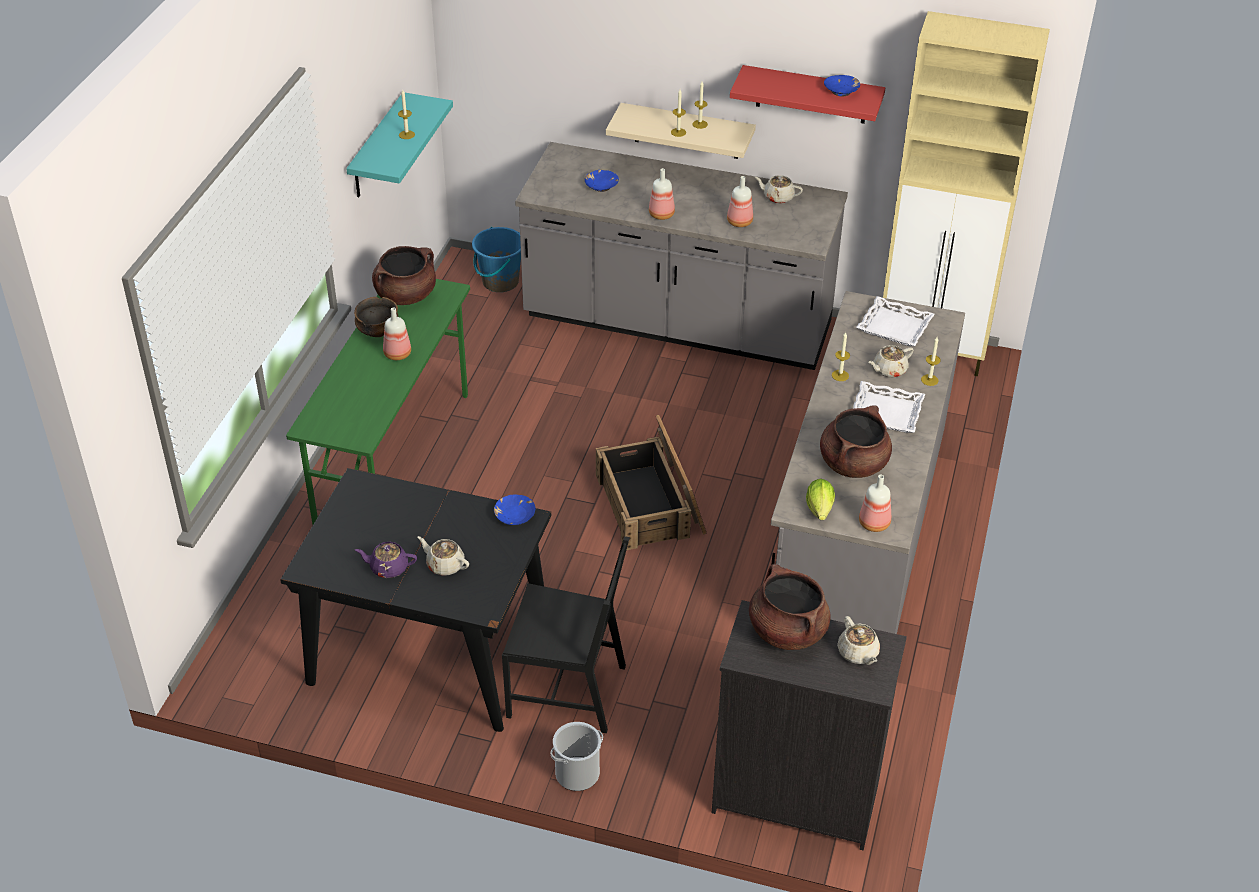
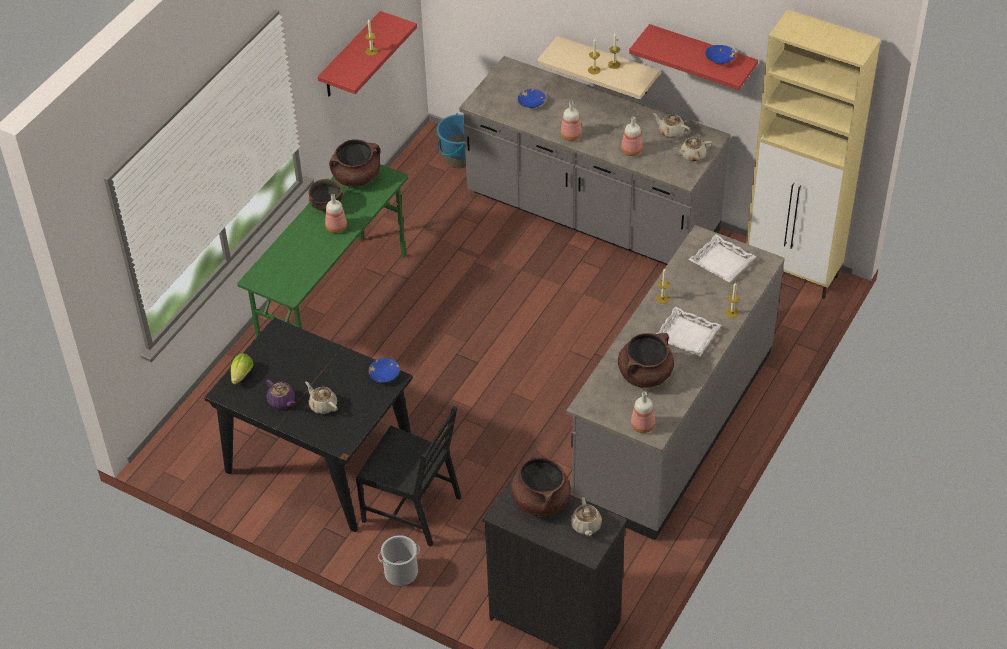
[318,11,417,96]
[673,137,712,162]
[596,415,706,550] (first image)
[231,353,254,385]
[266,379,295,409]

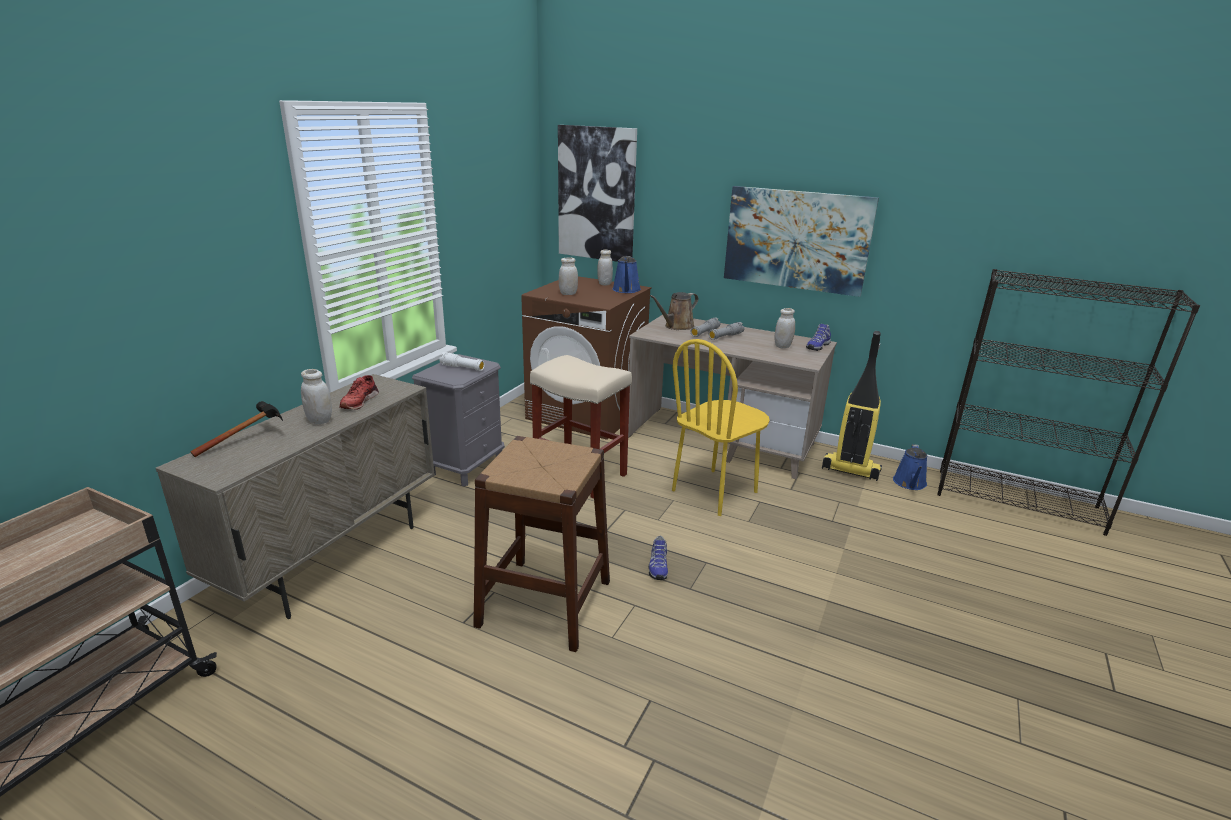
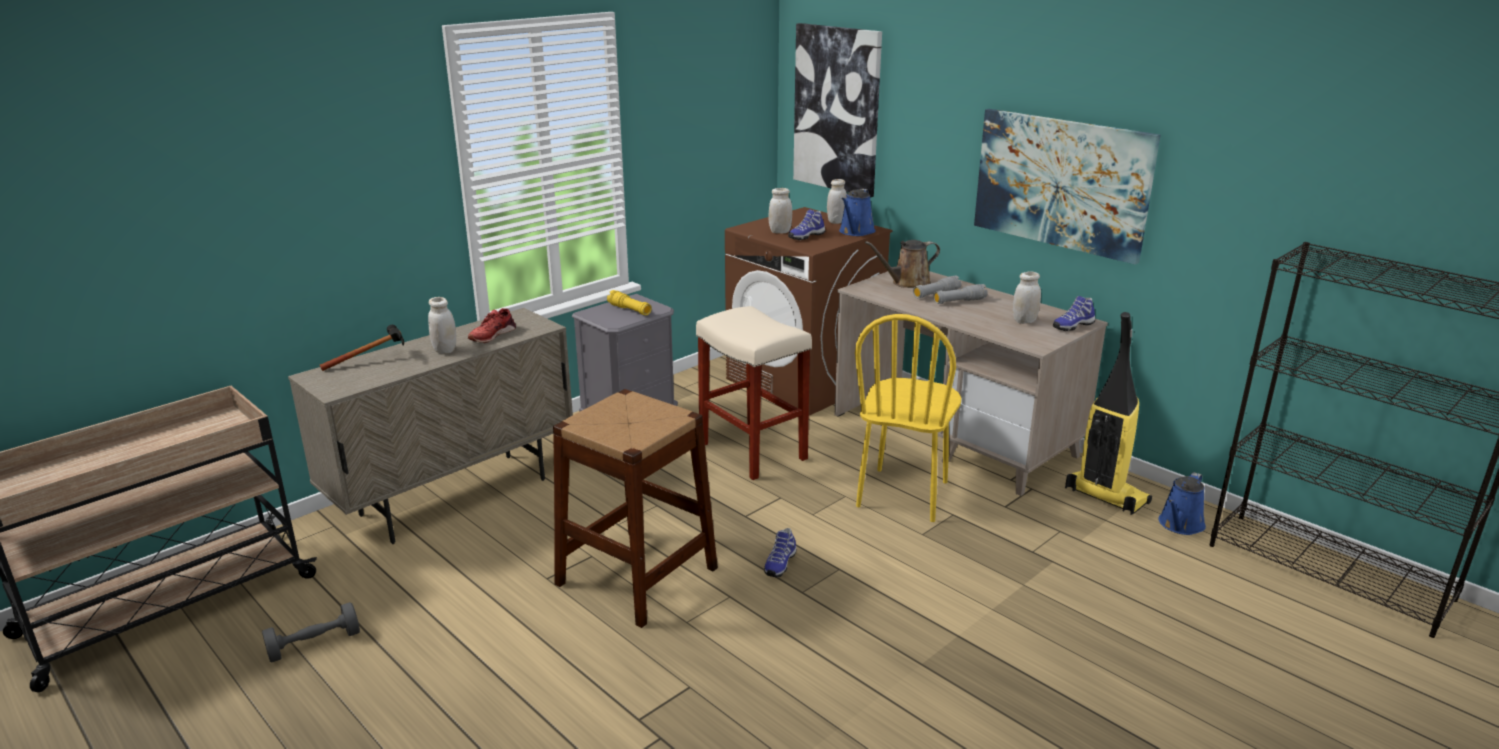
[855,314,961,522]
[607,290,652,315]
[788,209,825,240]
[262,602,360,662]

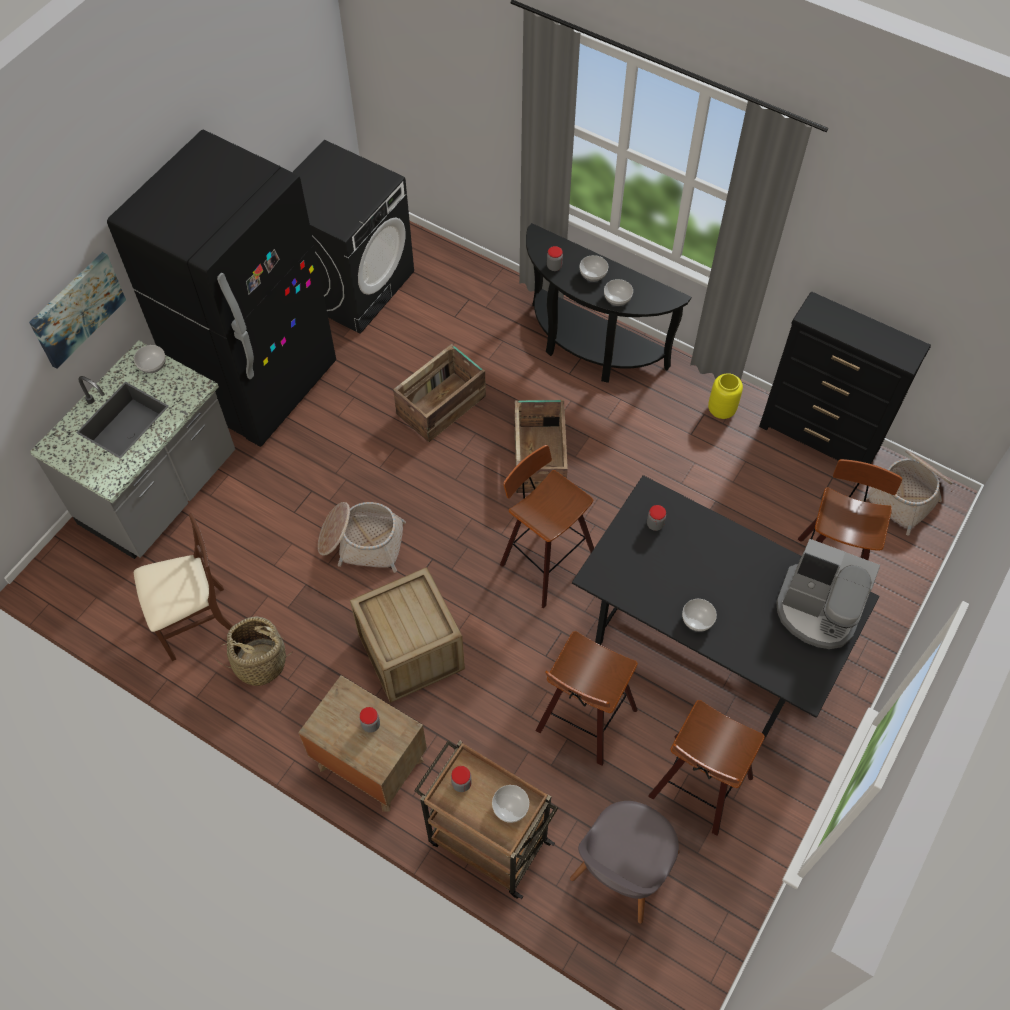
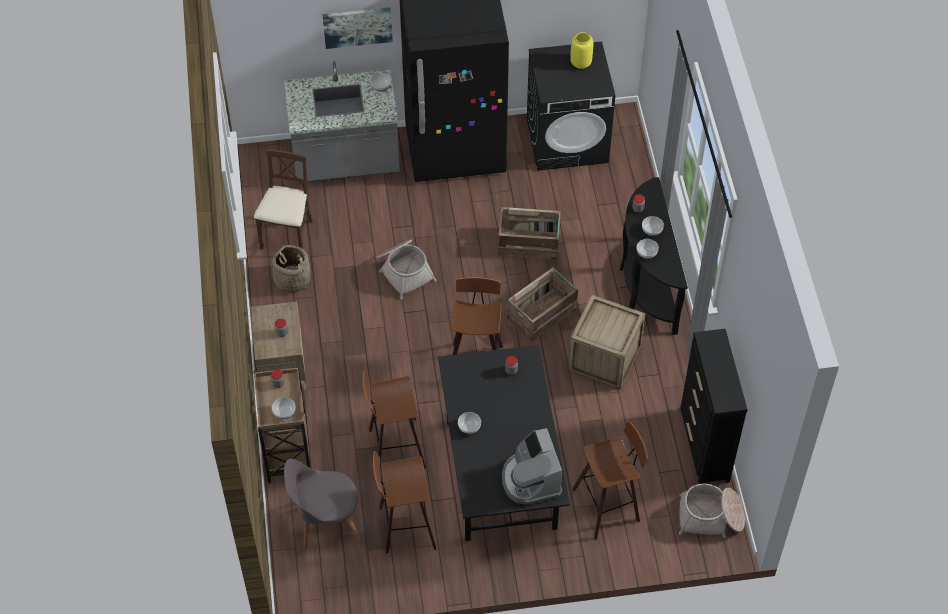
[570,32,593,69]
[254,149,313,249]
[568,295,646,389]

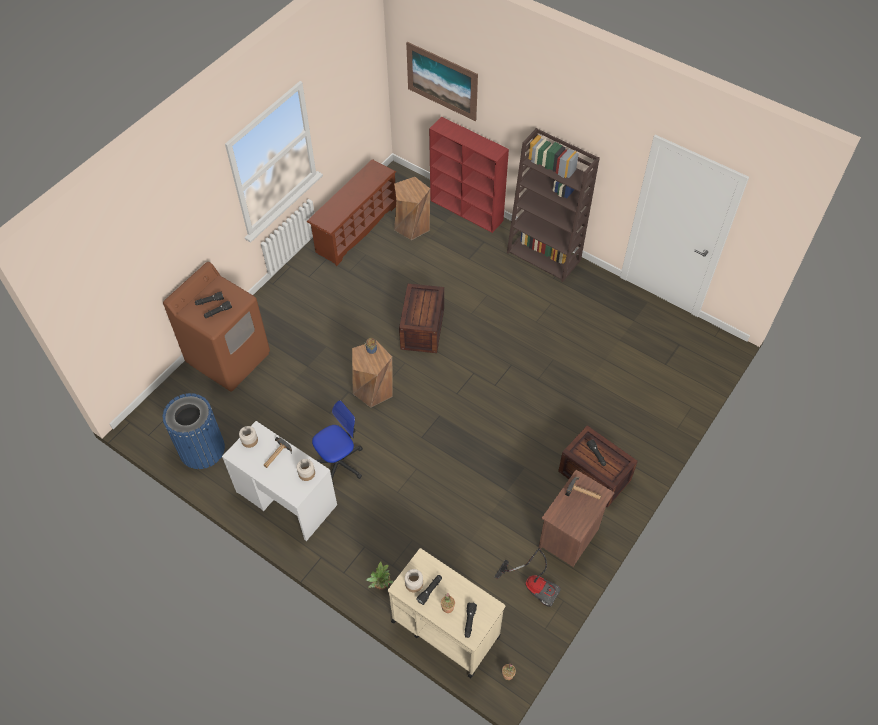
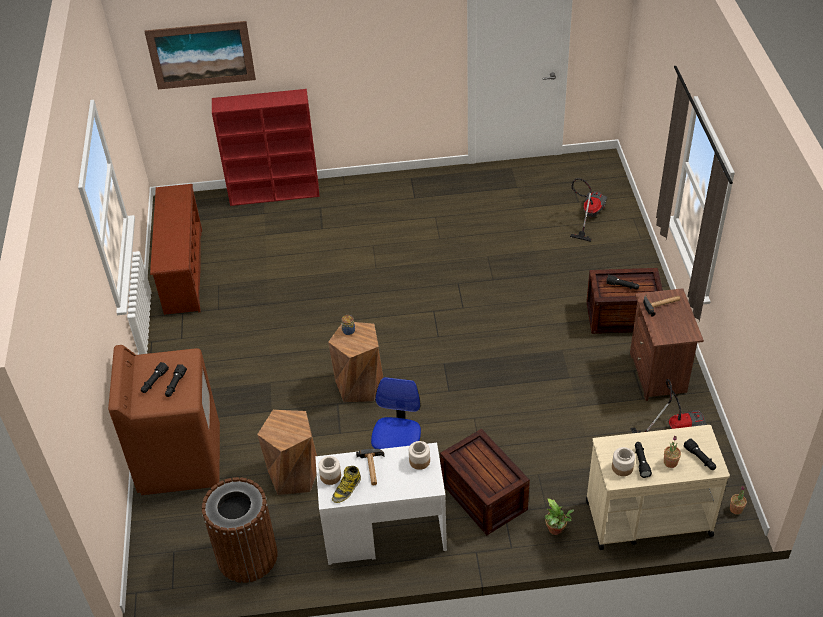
[507,128,600,282] (first image)
[257,410,317,495]
[440,429,530,535]
[202,477,278,583]
[570,178,608,242]
[332,466,361,503]

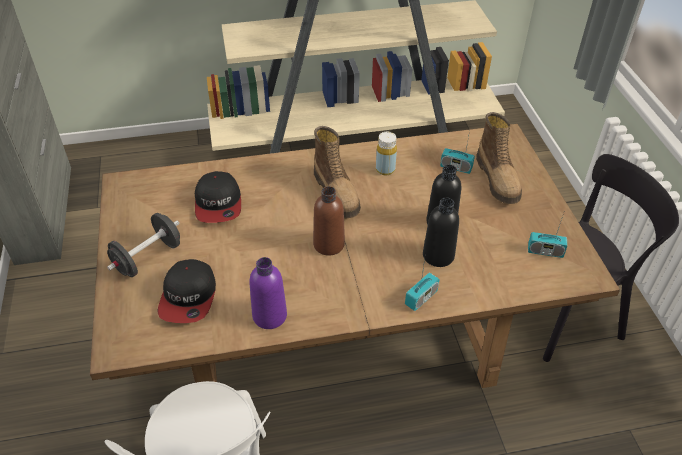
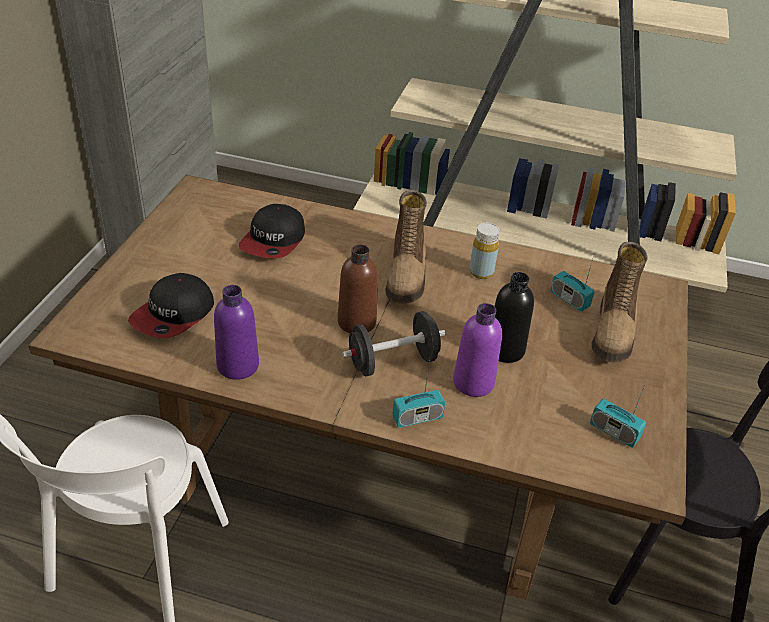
[453,303,502,397]
[342,311,446,376]

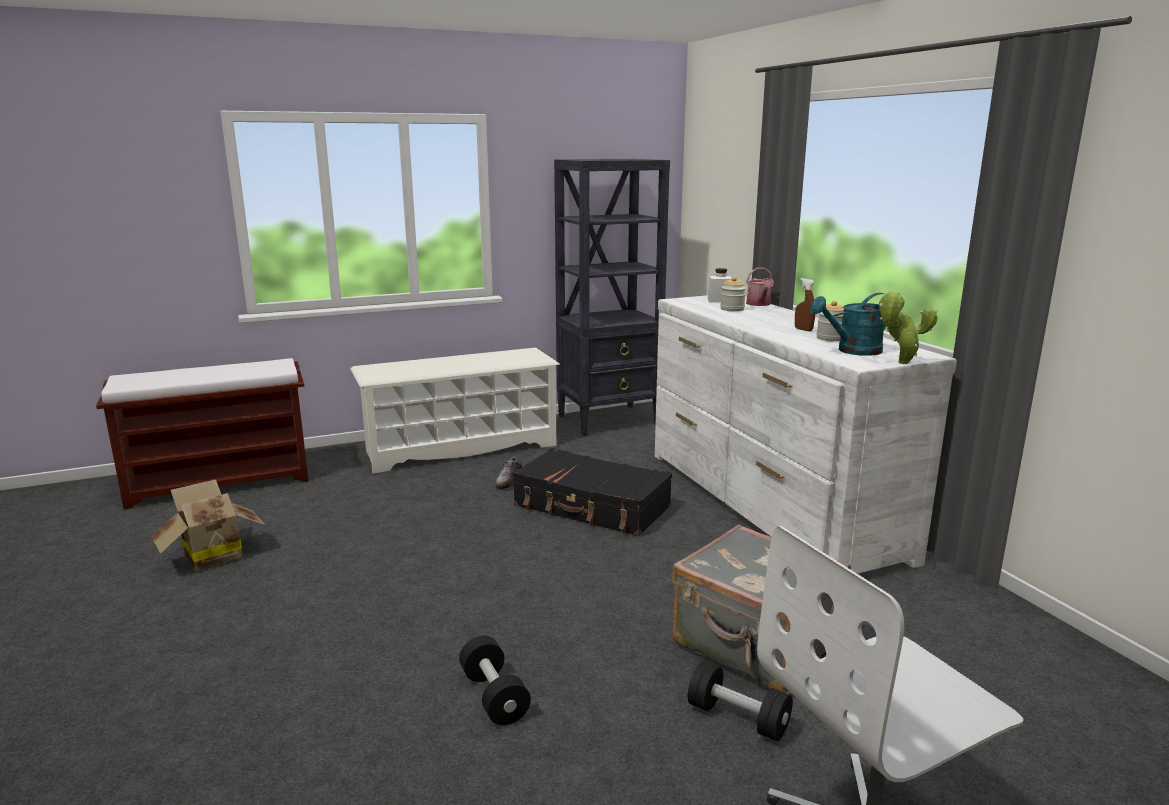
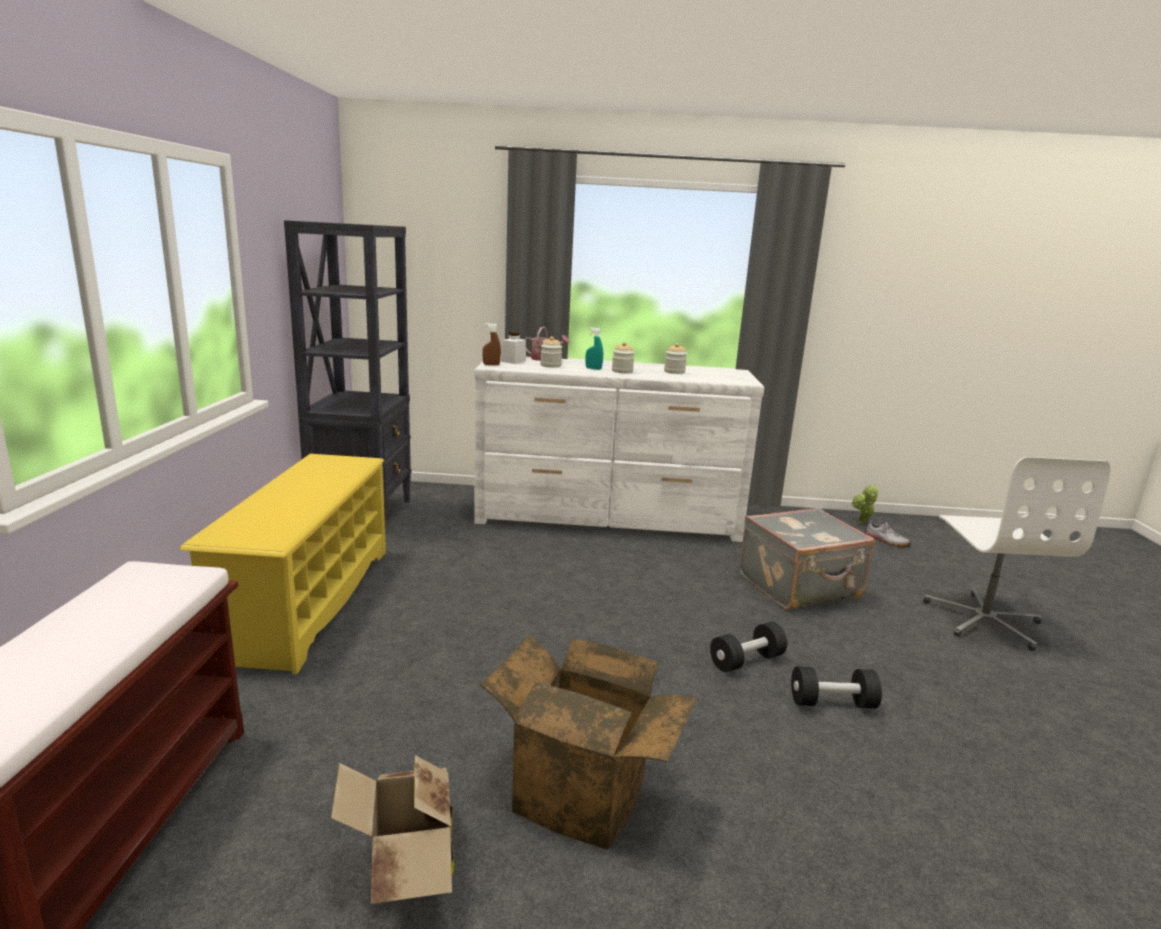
[482,323,501,365]
[852,485,879,523]
[810,293,886,356] (first image)
[180,454,386,675]
[513,448,672,536] (first image)
[865,520,911,548]
[710,622,787,672]
[585,327,603,370]
[612,342,635,373]
[480,634,697,849]

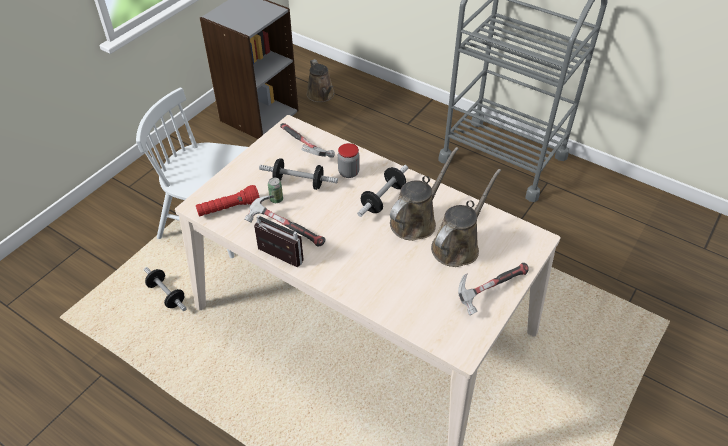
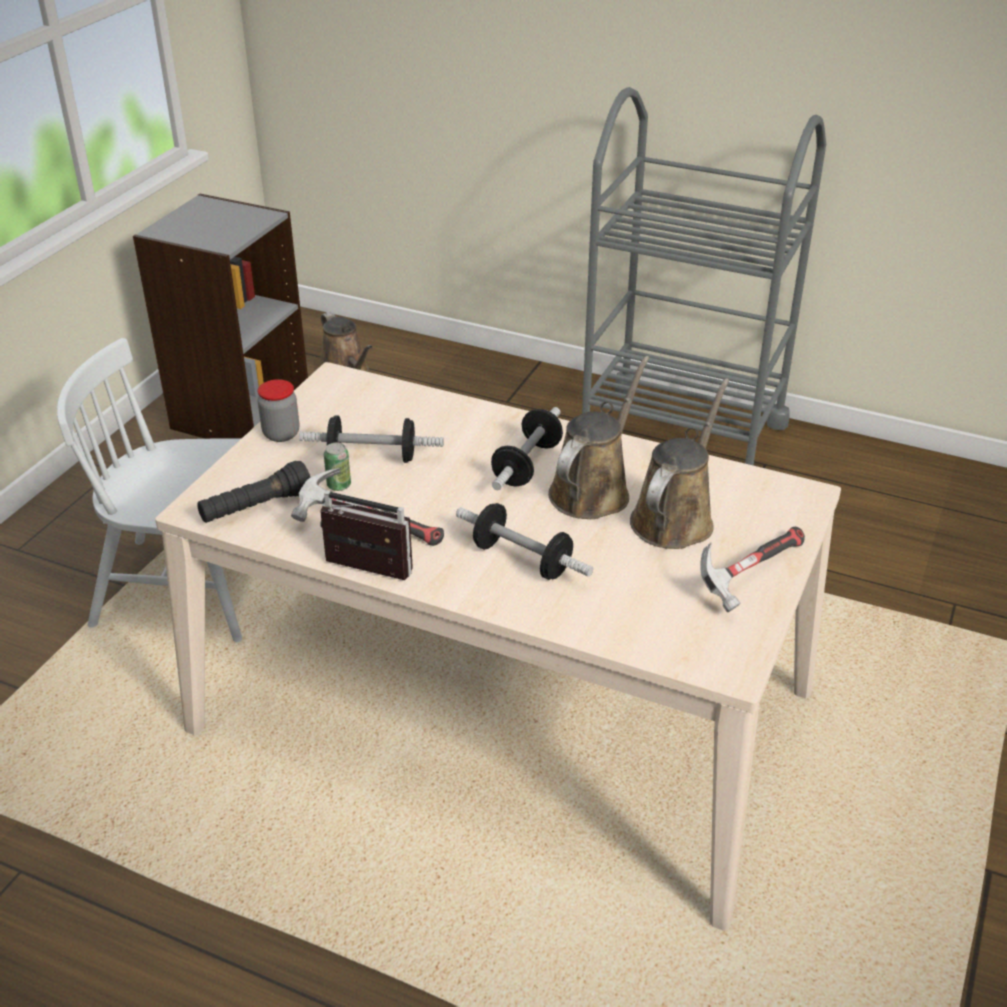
[280,123,335,158] (first image)
[257,379,299,442]
[197,461,310,523]
[456,503,593,580]

